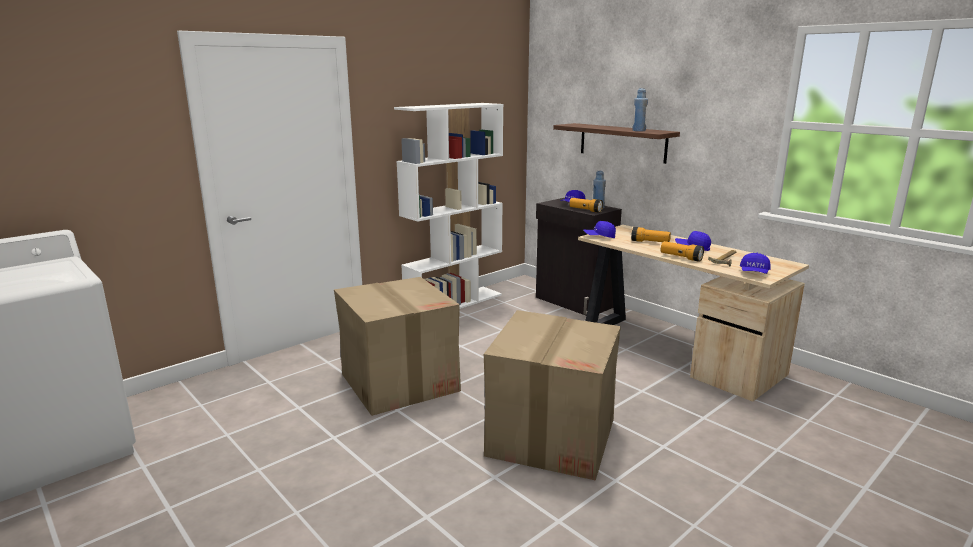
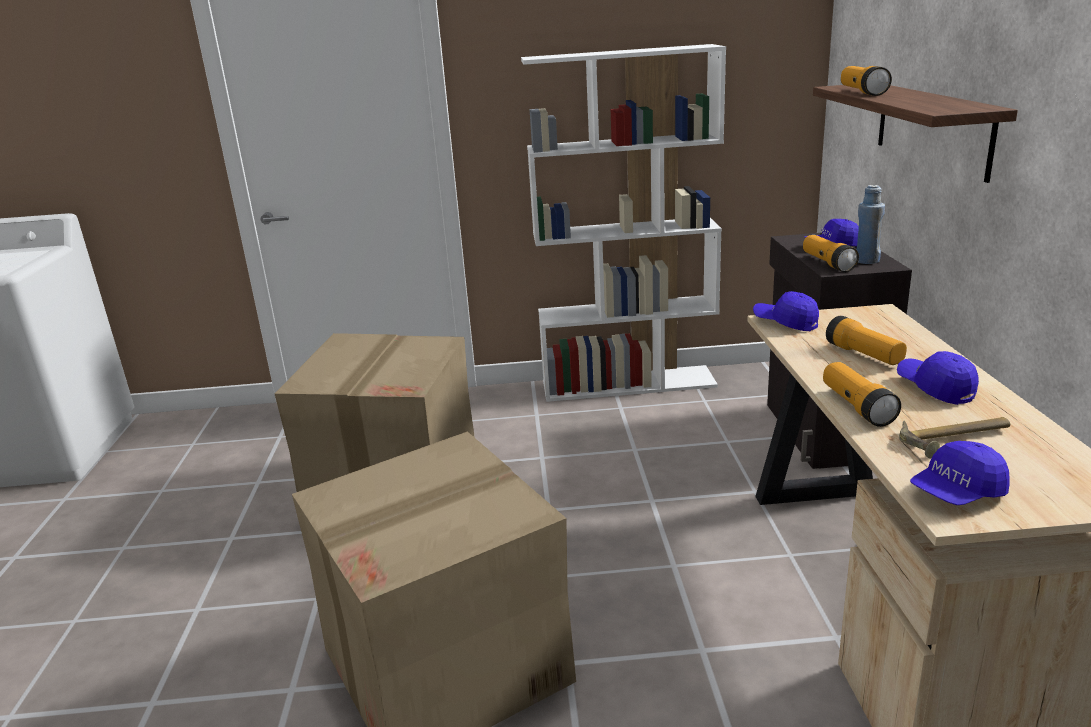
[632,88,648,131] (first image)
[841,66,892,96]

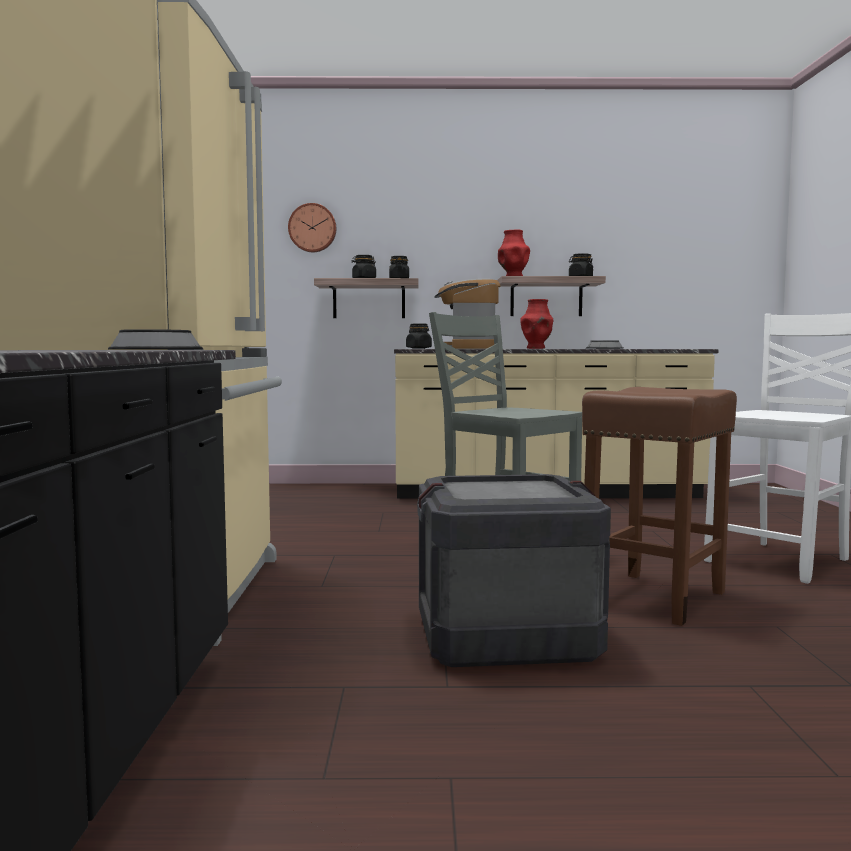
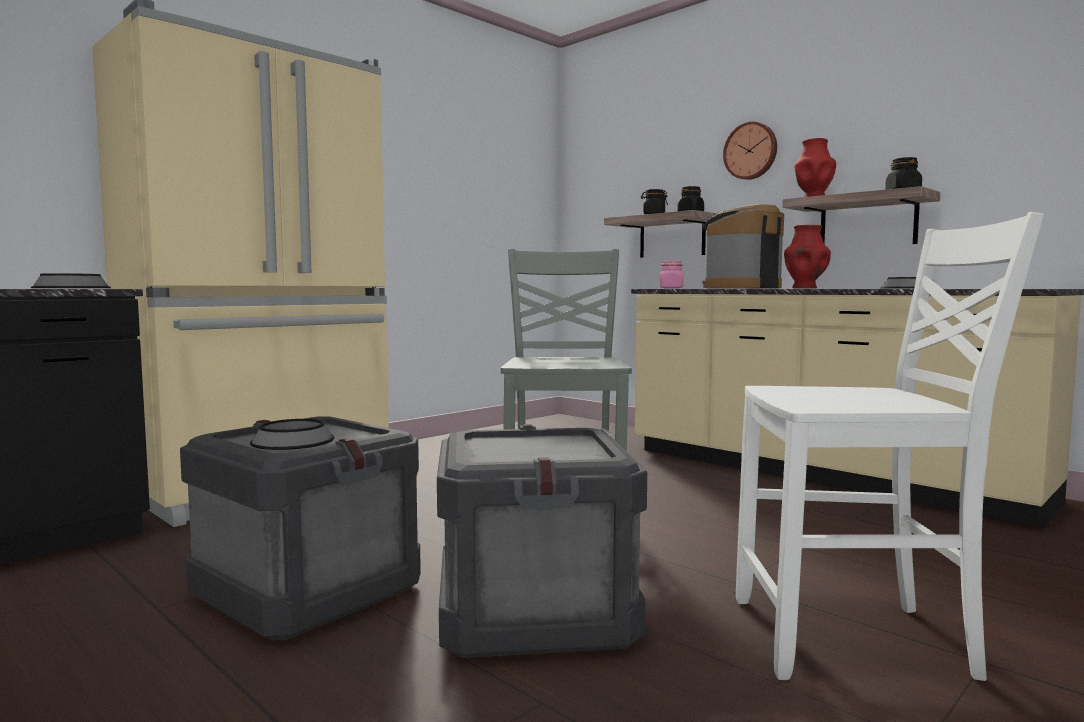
[723,122,777,180]
[660,261,684,289]
[437,424,647,658]
[250,419,334,450]

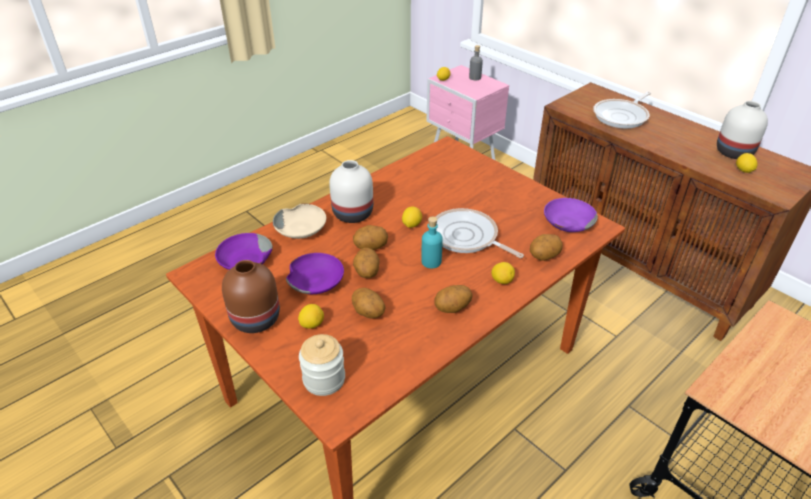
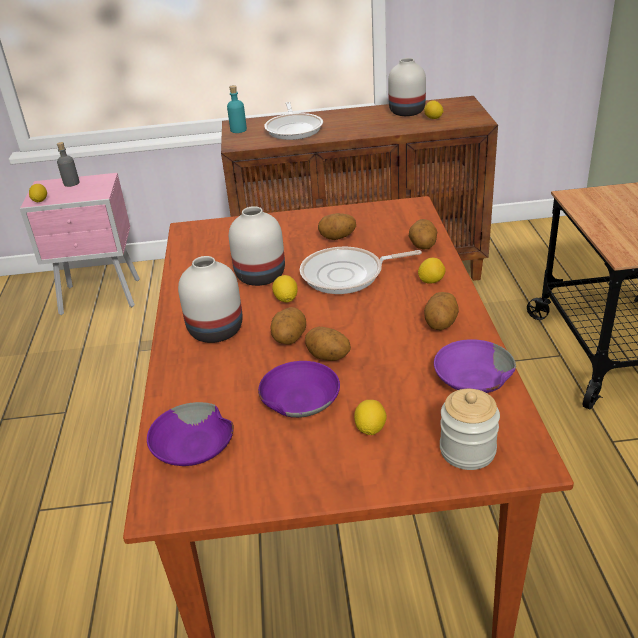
[434,339,516,393]
[273,203,326,239] (first image)
[227,85,247,133]
[222,260,280,333] (first image)
[318,213,356,240]
[229,206,285,286]

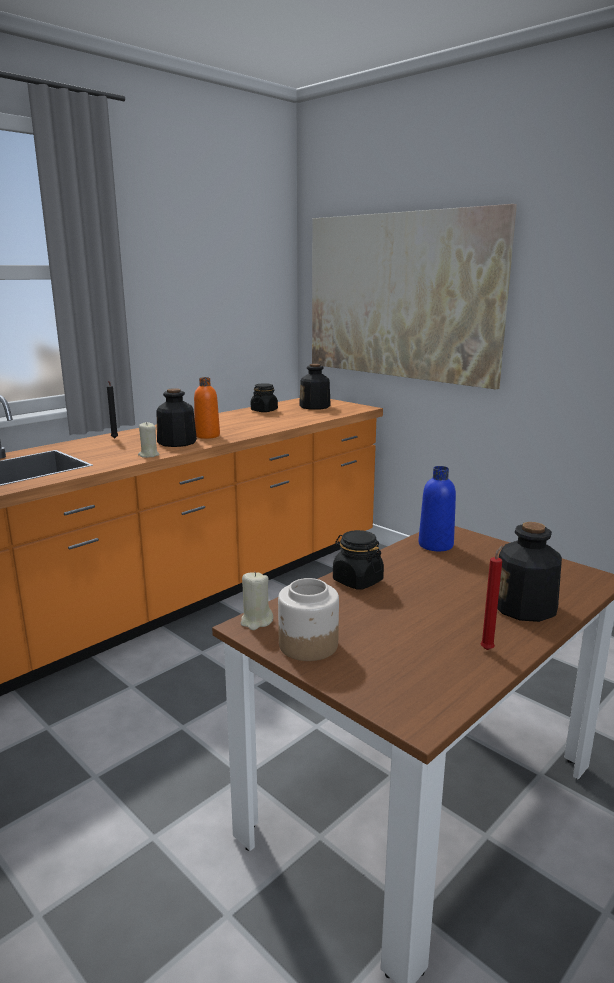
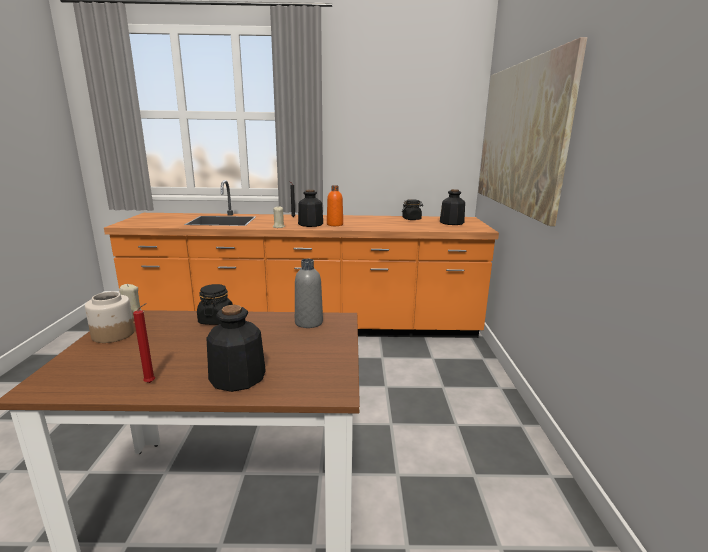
[295,259,323,328]

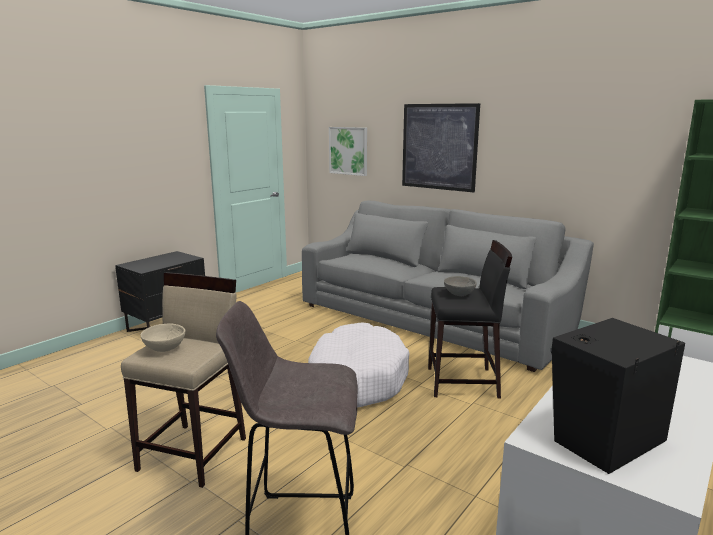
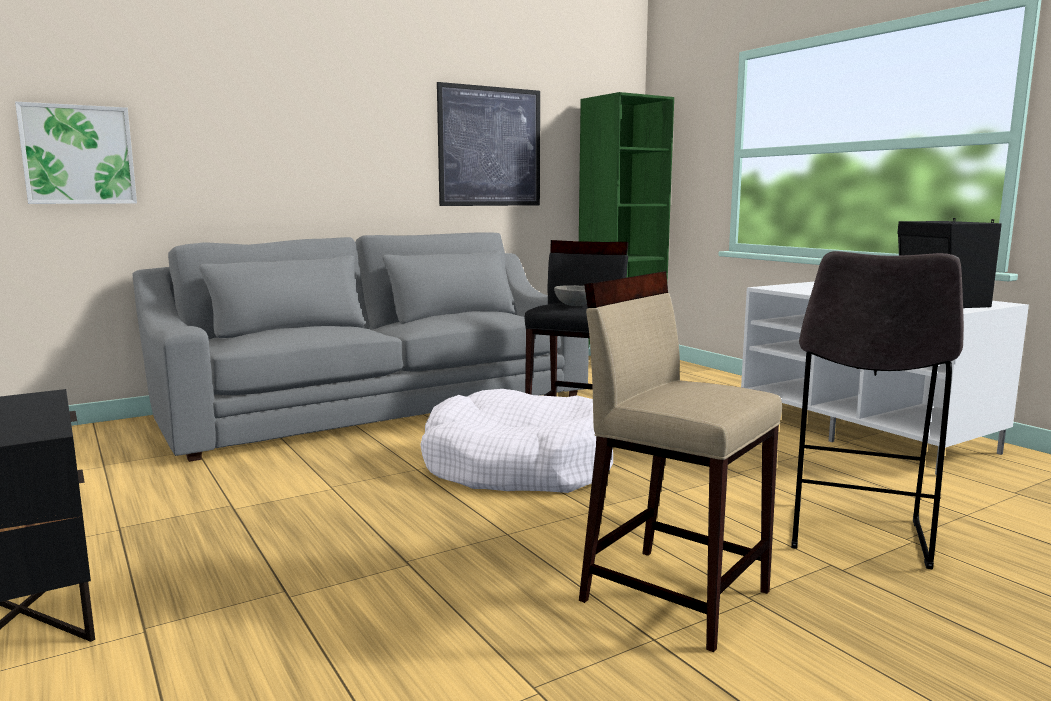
[437,82,540,206]
[140,323,185,352] (first image)

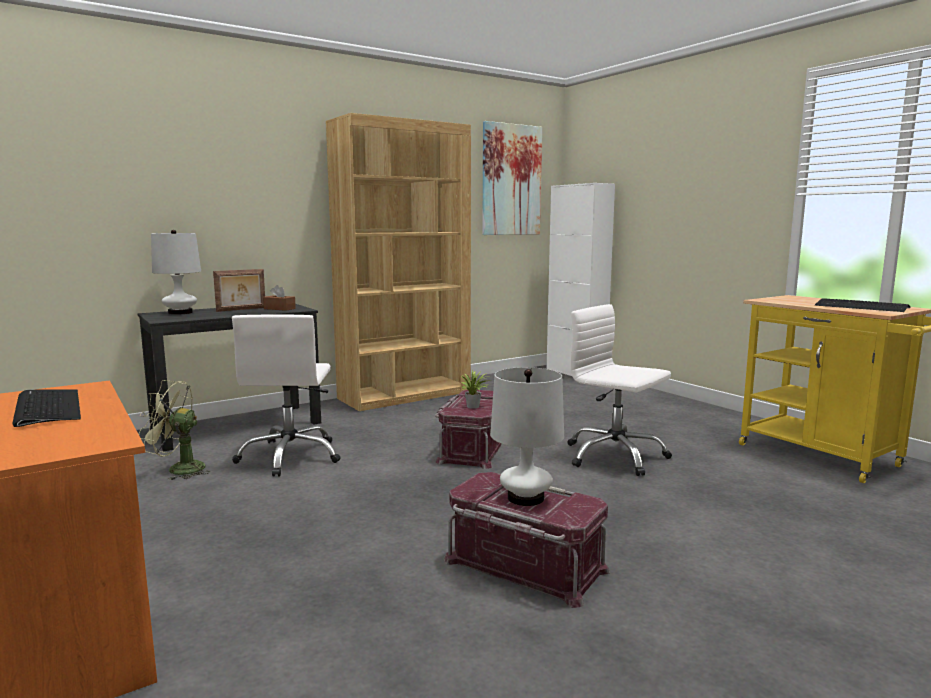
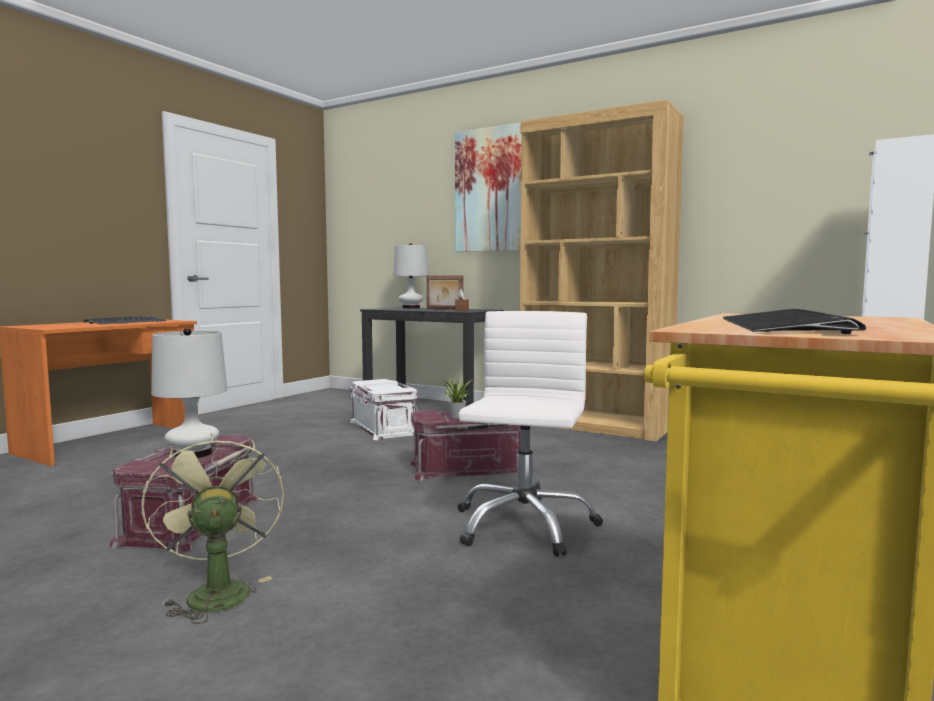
[455,123,521,252]
[348,379,418,440]
[142,433,284,624]

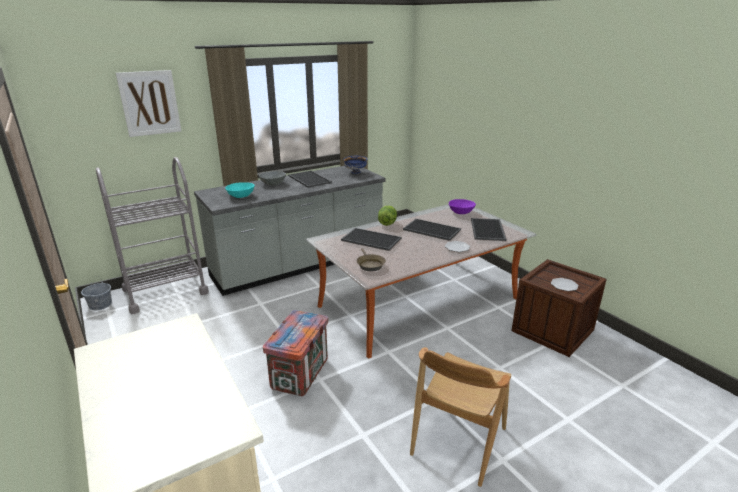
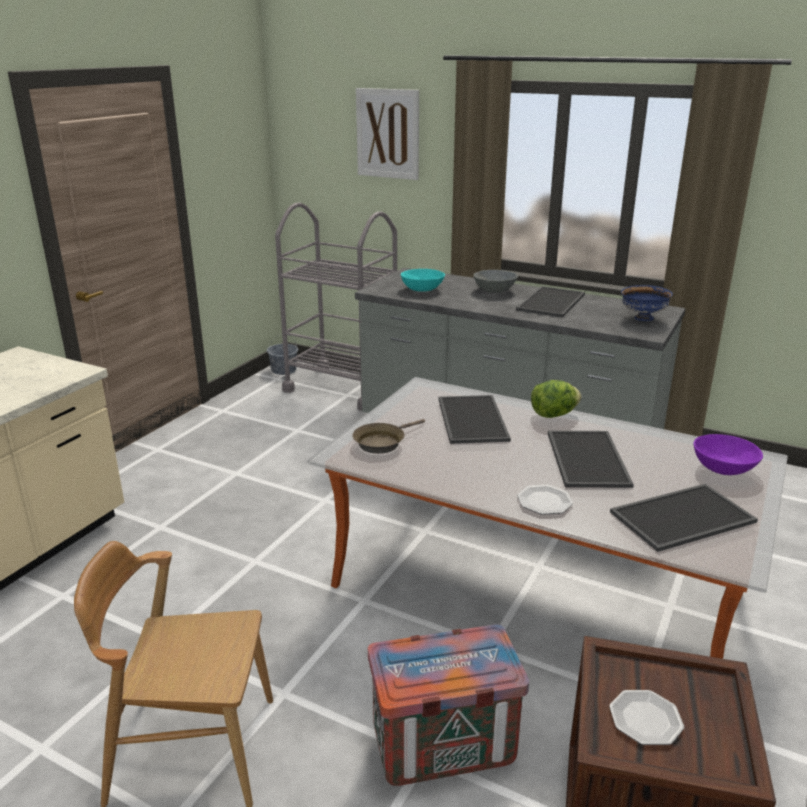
[368,624,529,786]

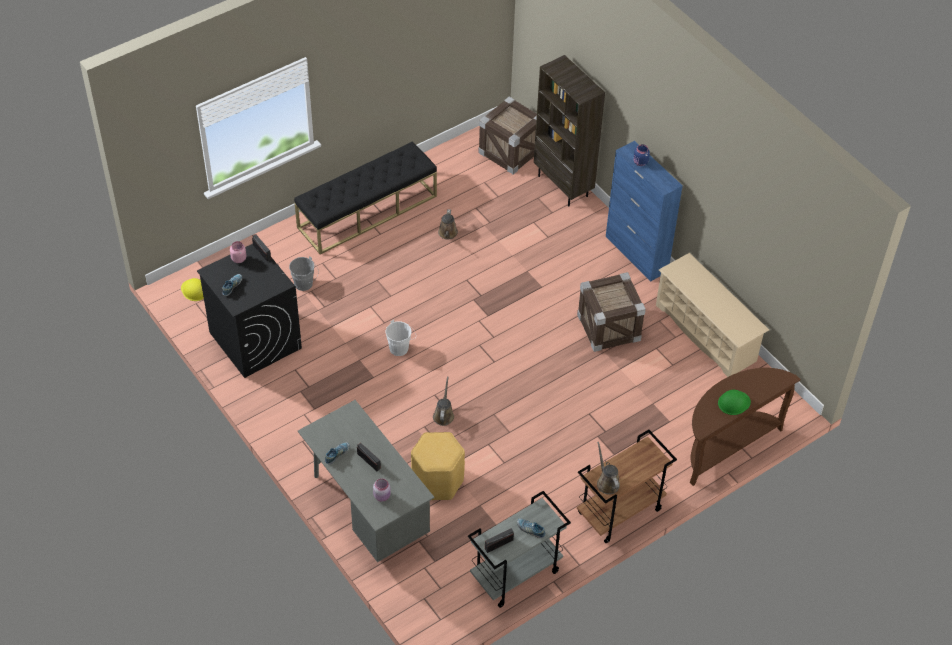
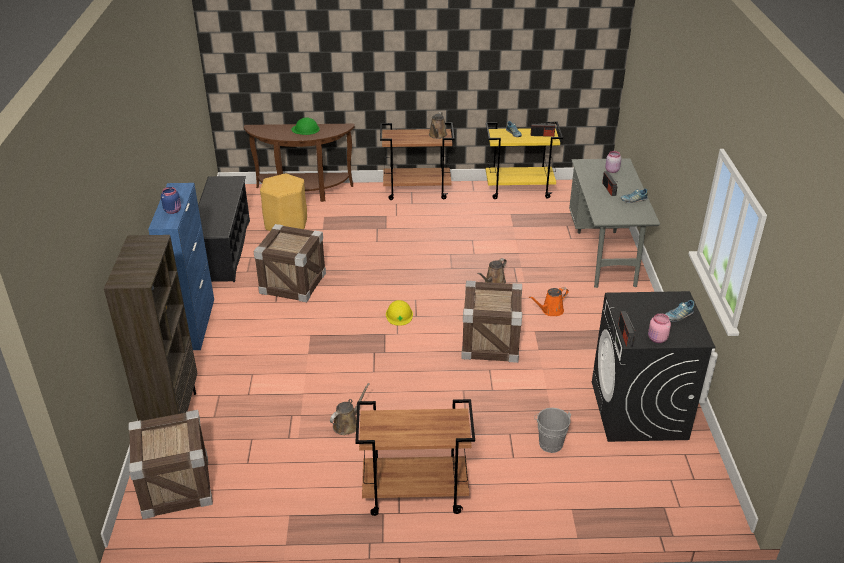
[356,399,475,516]
[198,176,250,282]
[386,300,413,326]
[461,281,522,363]
[260,173,307,231]
[486,122,563,199]
[529,287,569,316]

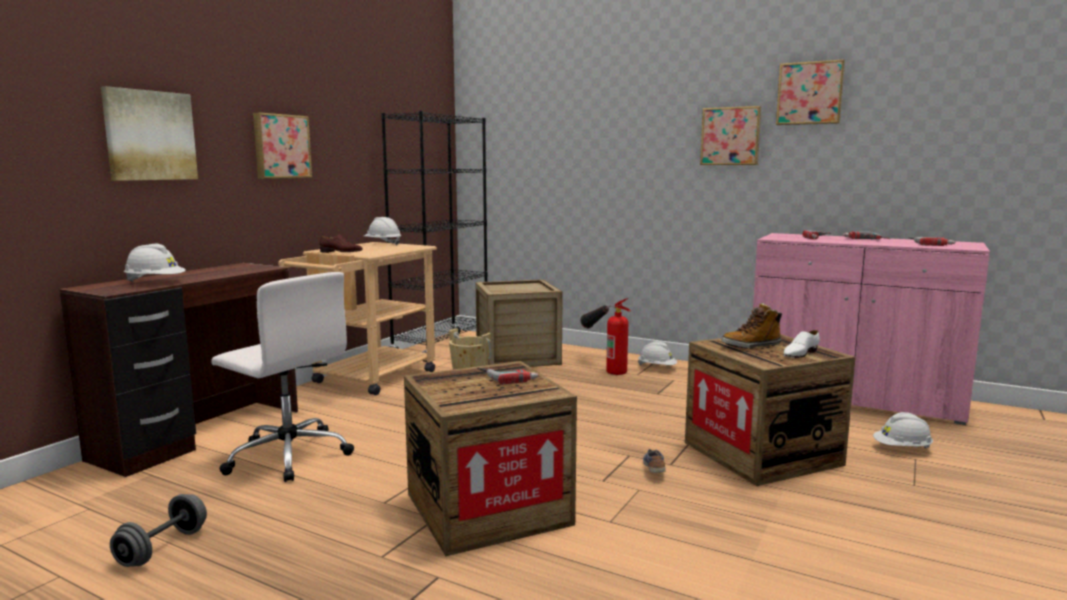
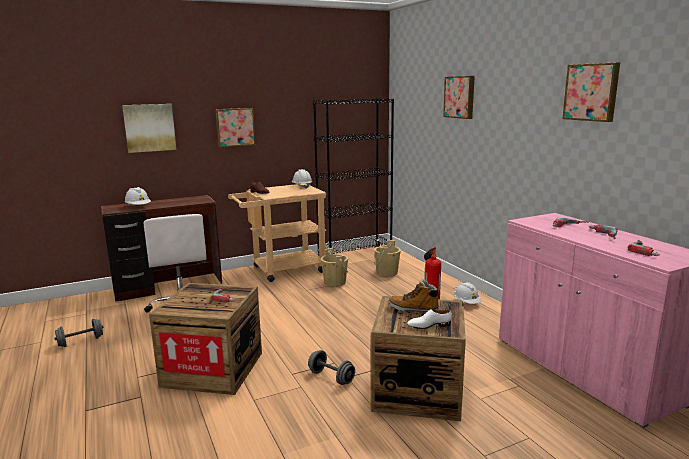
[443,76,475,119]
[374,240,401,277]
[873,412,933,448] (first image)
[308,350,355,385]

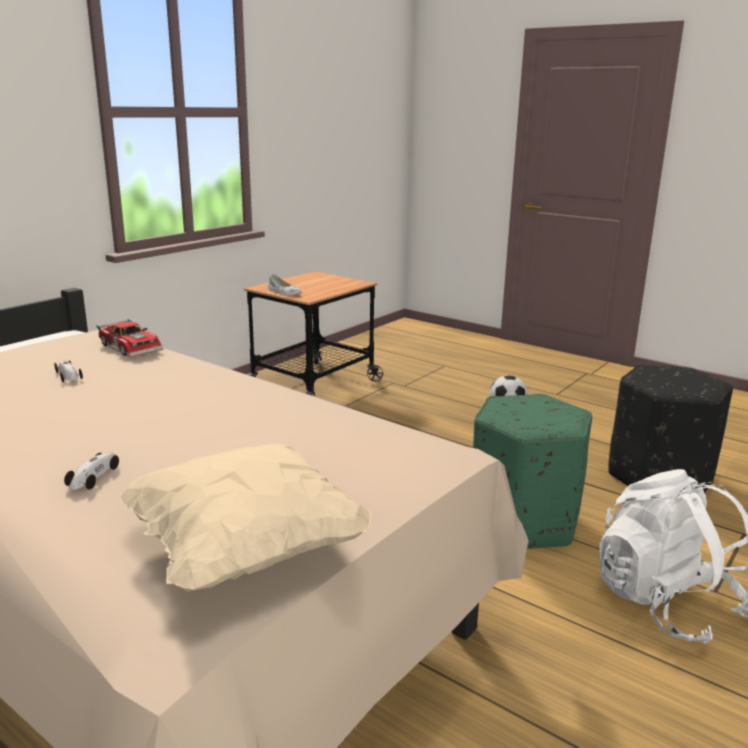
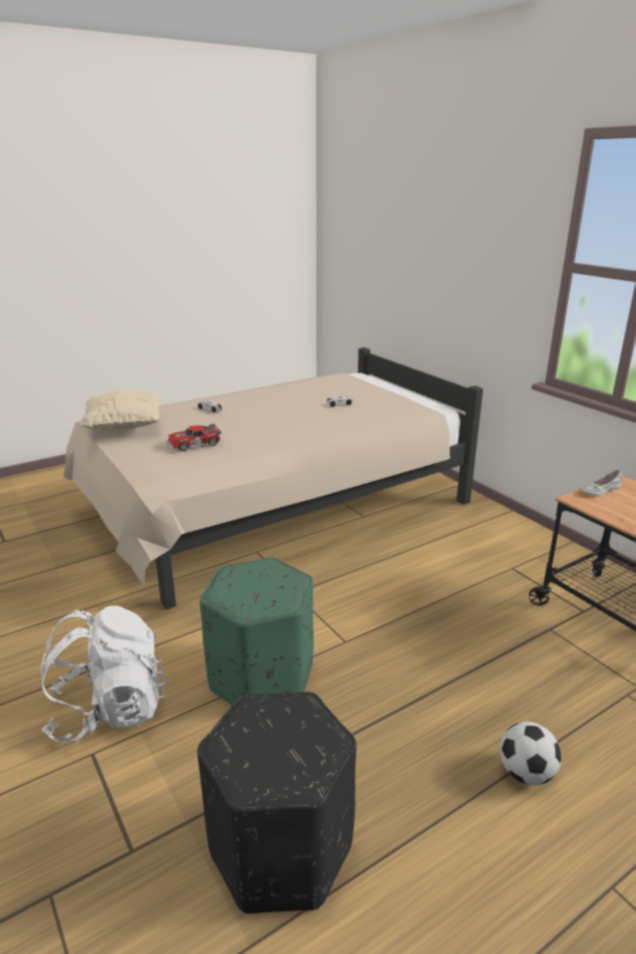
[166,424,222,451]

